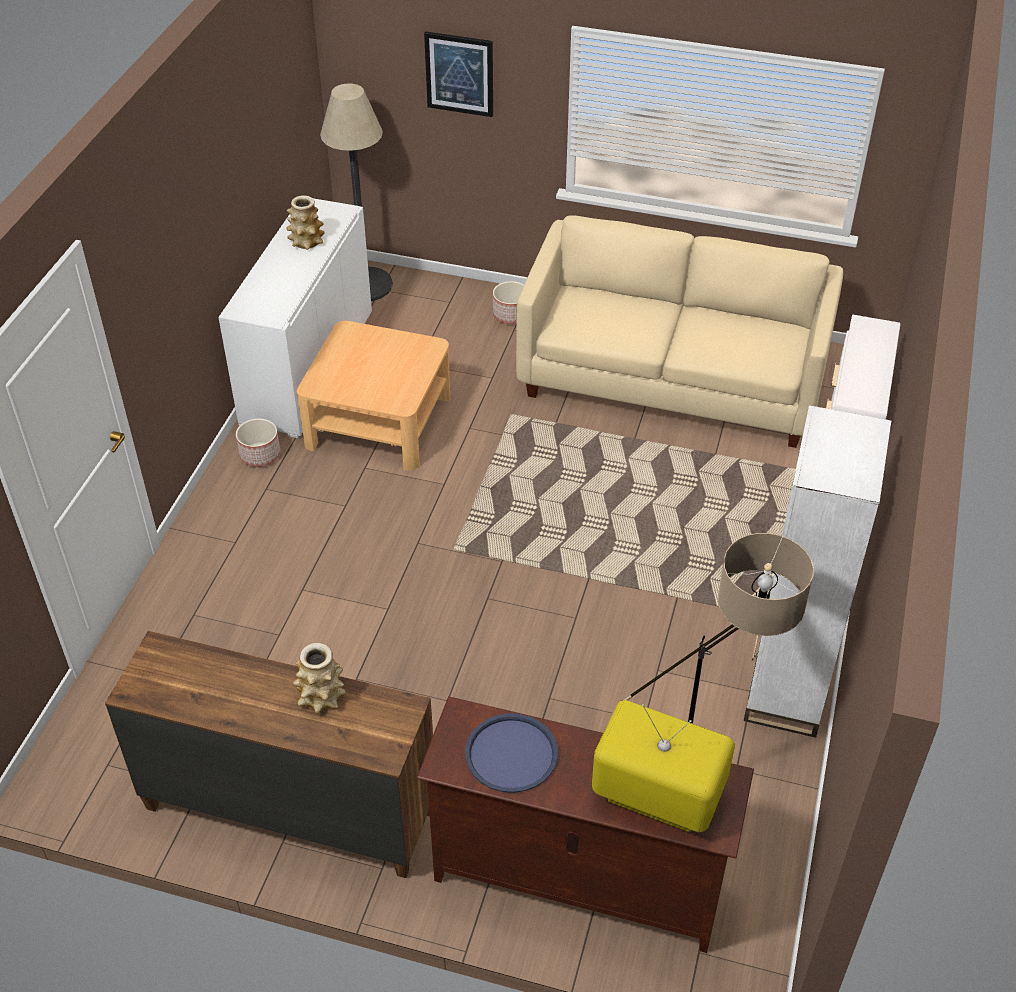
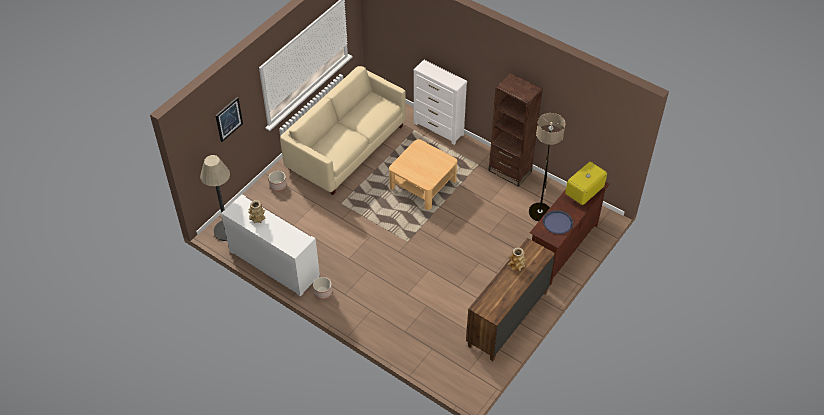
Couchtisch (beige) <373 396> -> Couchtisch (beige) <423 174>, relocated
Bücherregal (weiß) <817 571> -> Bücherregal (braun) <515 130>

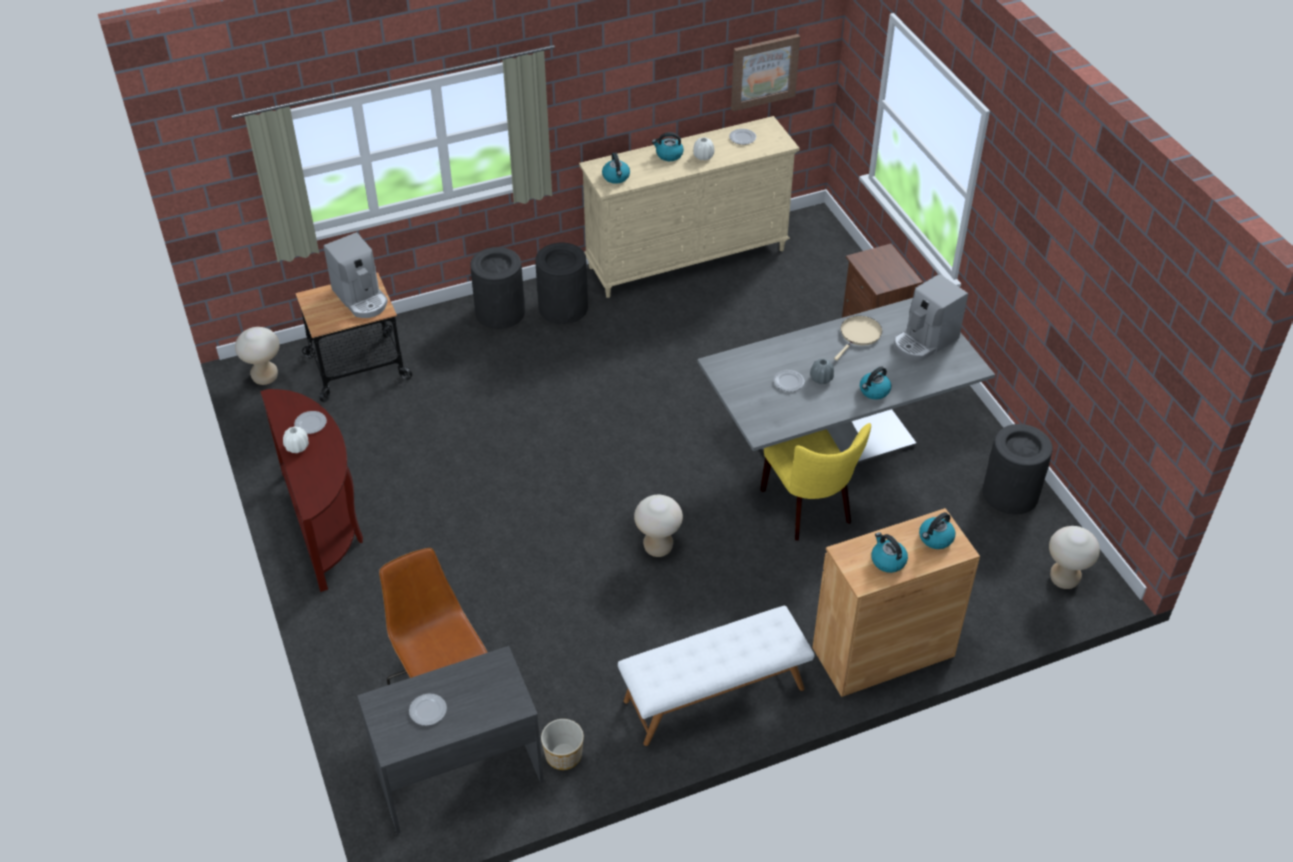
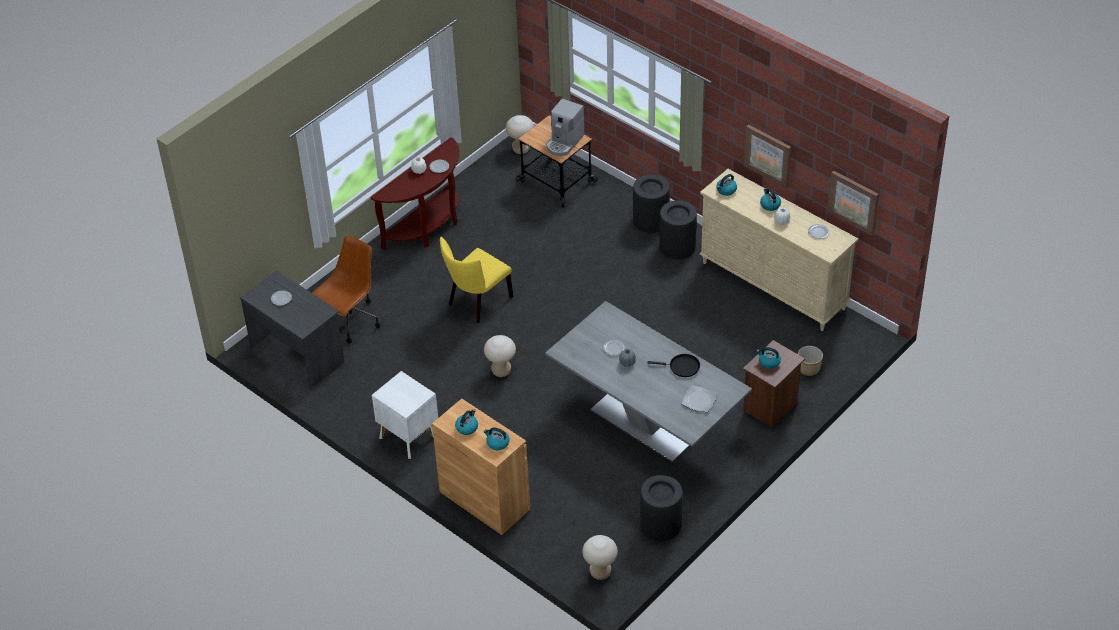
Bank (weiß) <716 676> -> Nachttisch (weiß) <405 415>
Stuhl (gelb) <815 482> -> Stuhl (gelb) <476 280>, relocated
Pfanne (beige) <858 338> -> Pfanne (schwarz) <674 365>
Kaffeemaschine <931 317> -> Teller <699 398>
none -> Bild <767 156>
Wasserkessel <875 383> -> Wasserkessel <768 358>, relocated
Pflanzkübel <562 744> -> Pflanzkübel <810 361>, relocated

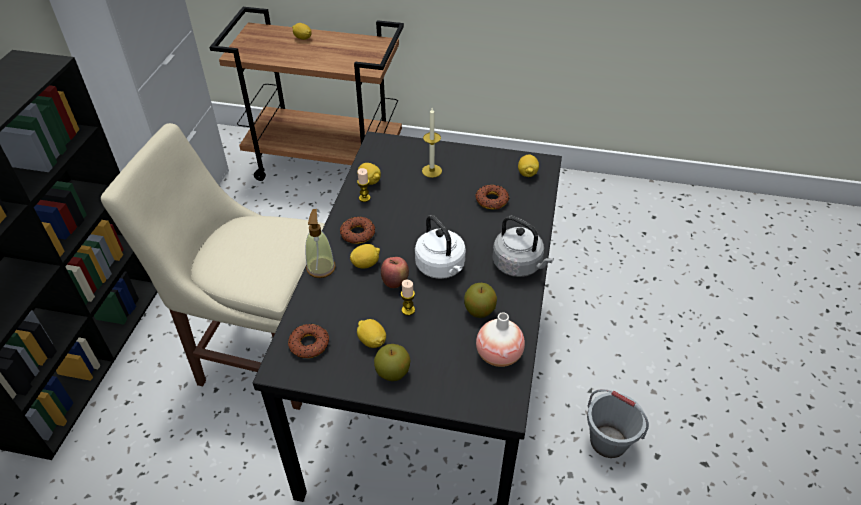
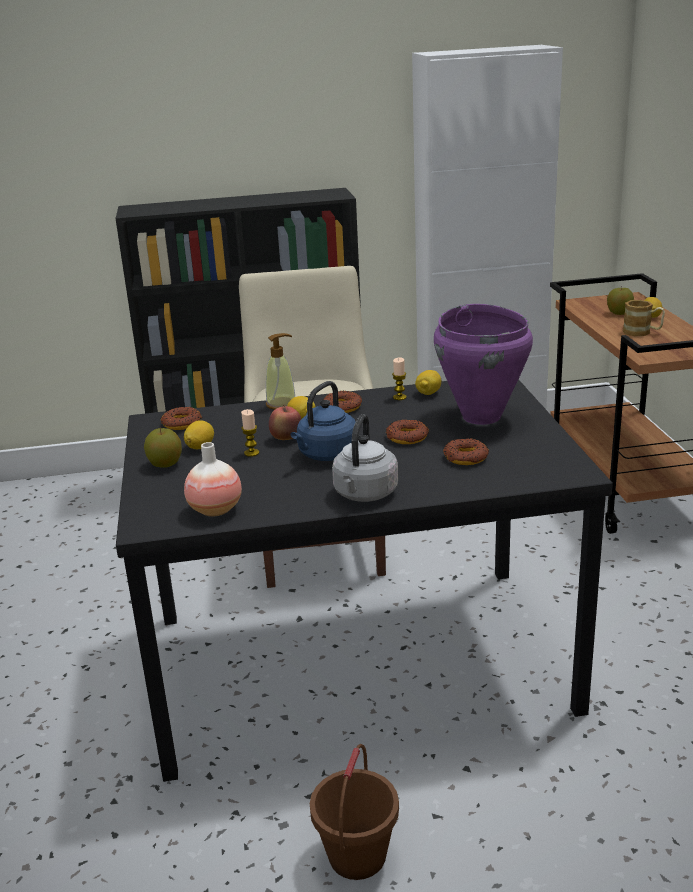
Wasserkessel (weiß) <440 247> -> Wasserkessel (blau) <323 421>
Eimer (grau) <618 423> -> Eimer (braun) <354 812>
none -> Donut <407 432>
Kerze <432 143> -> Kochtopf (lila) <483 364>
Apfel <480 300> -> Apfel <620 301>, relocated
none -> Henkelbecher <644 318>
Zitrone <528 166> -> none

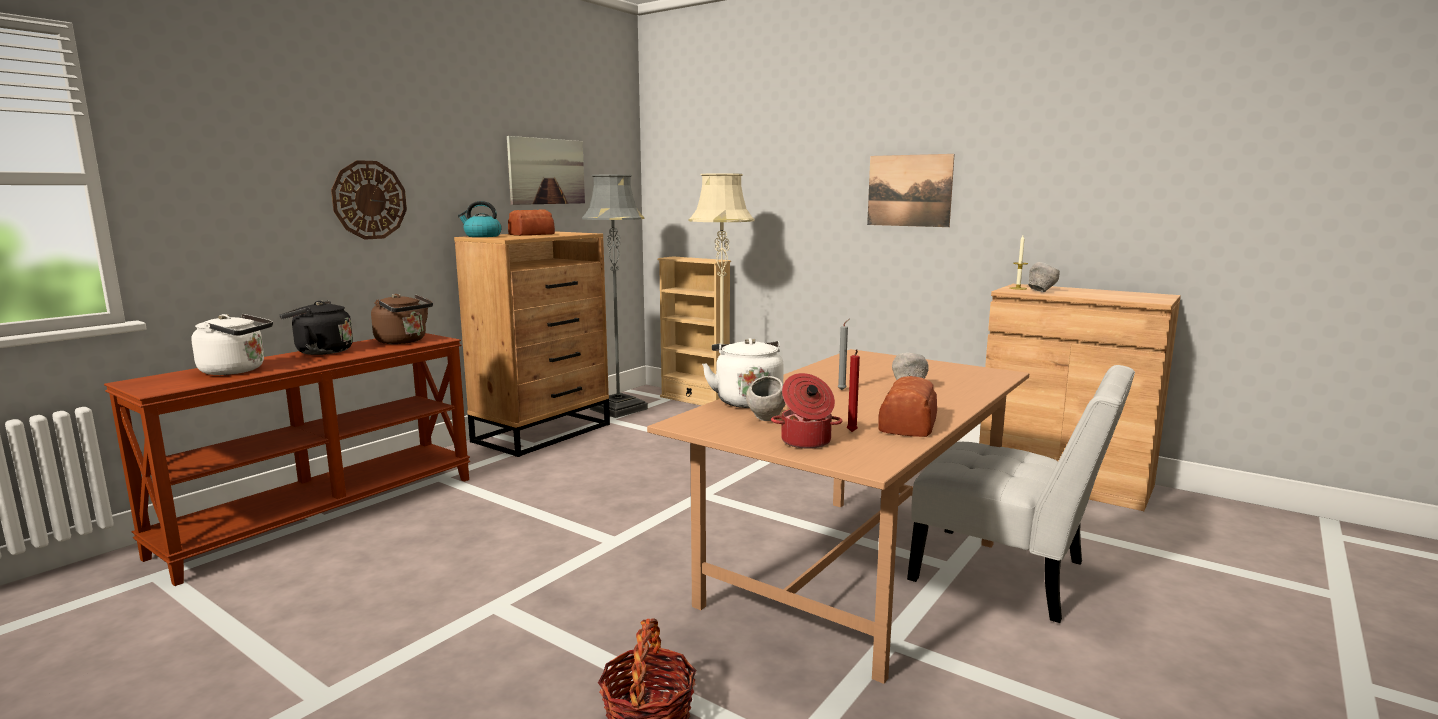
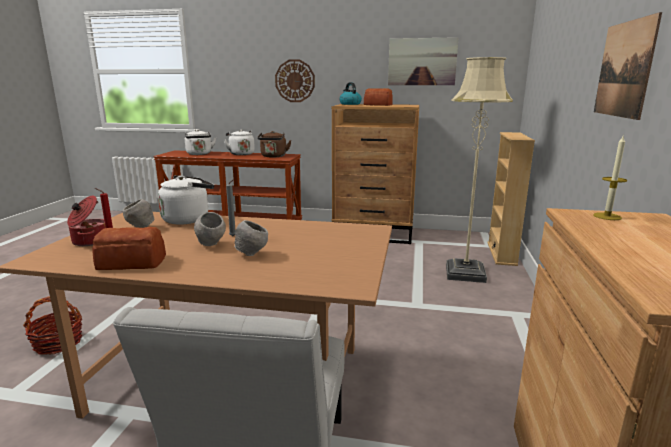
Schüssel (grau) <1044 277> -> Schüssel (grau) <210 229>, relocated
Wasserkessel (schwarz) <316 328> -> Wasserkessel (weiß) <239 142>
Stehlampe (grau) <615 296> -> none

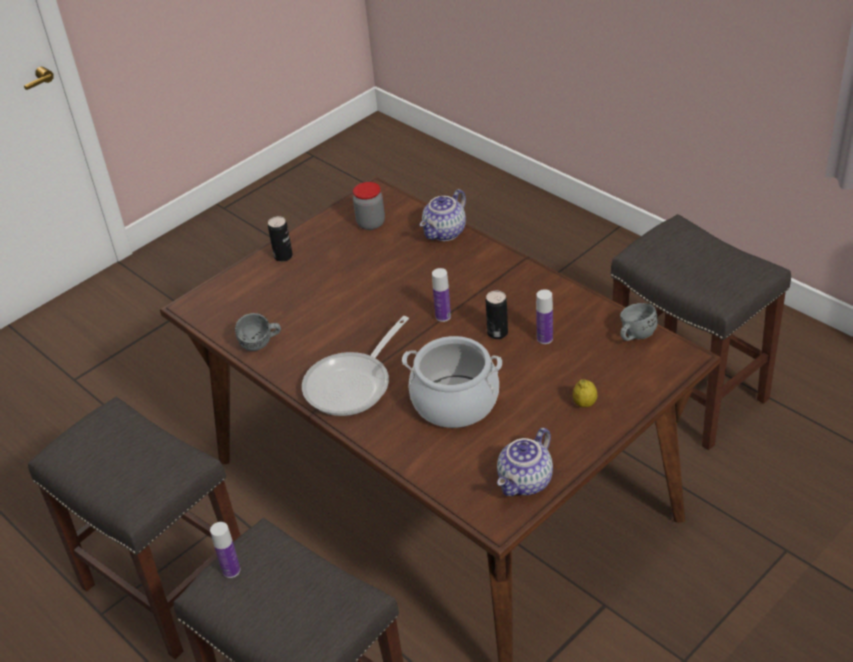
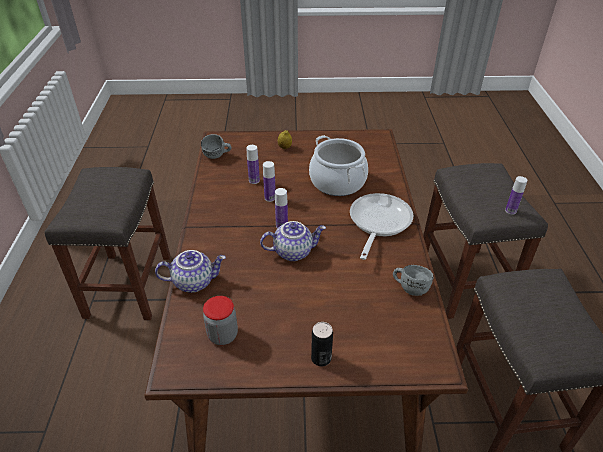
Teekanne <525 462> -> Teekanne <293 241>, relocated
Dose <497 314> -> Flasche <269 181>
Pfanne <355 366> -> Pfanne <381 226>, 60 degrees counterclockwise

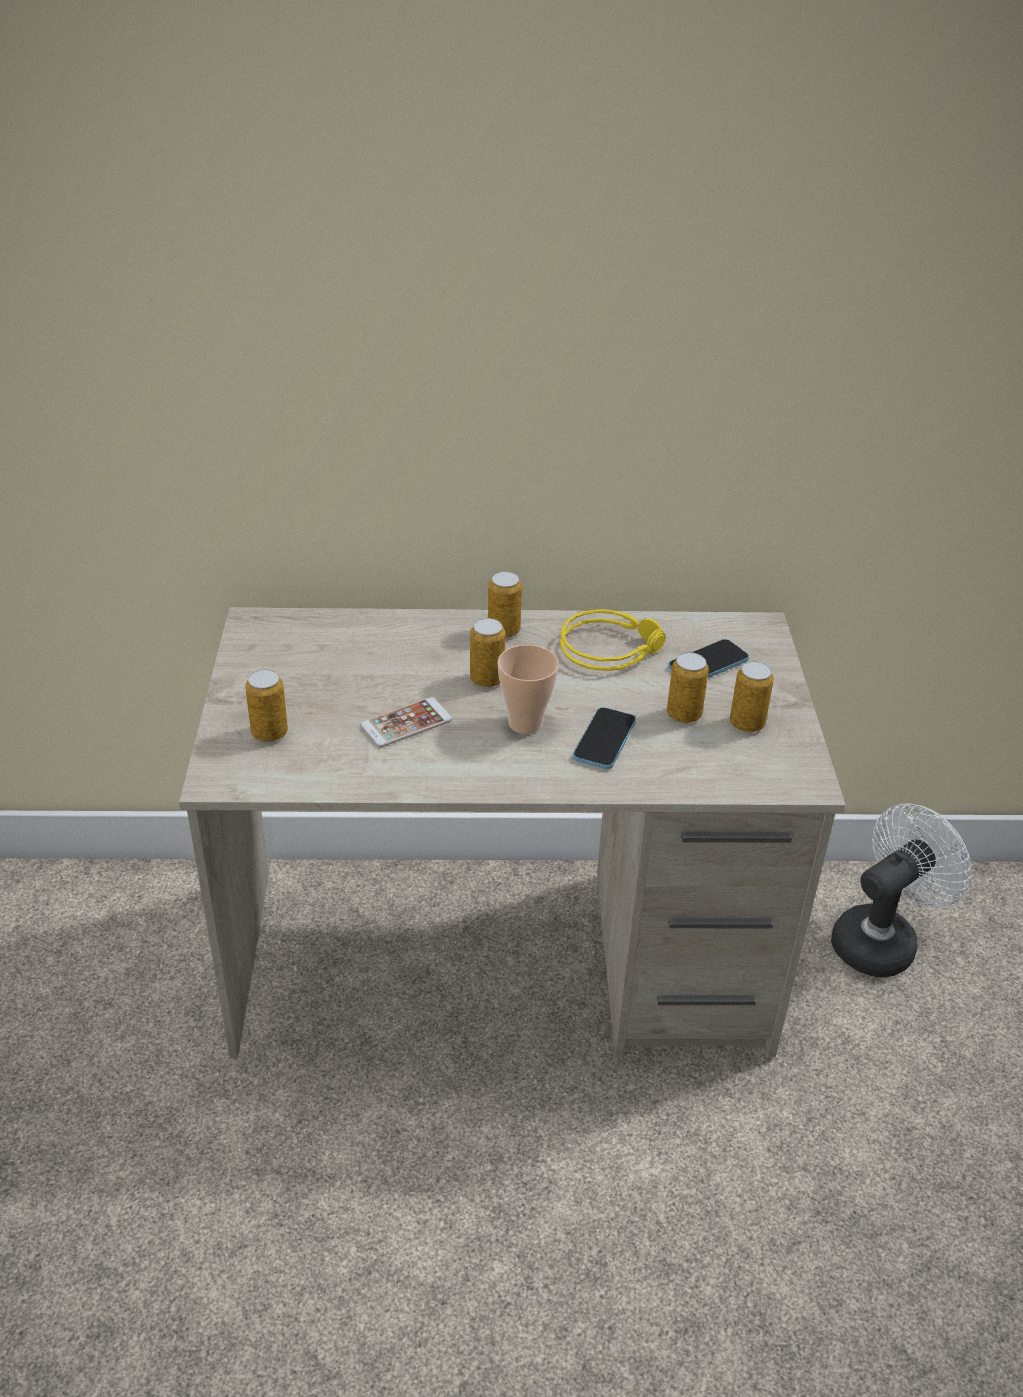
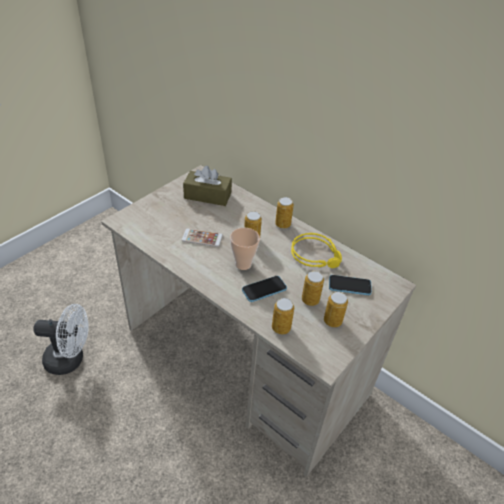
Ventilator (weiß) <901 890> -> Ventilator (weiß) <61 339>, relocated
none -> Taschentuchbox (braun) <207 186>
Dose <266 705> -> Dose <283 316>, relocated

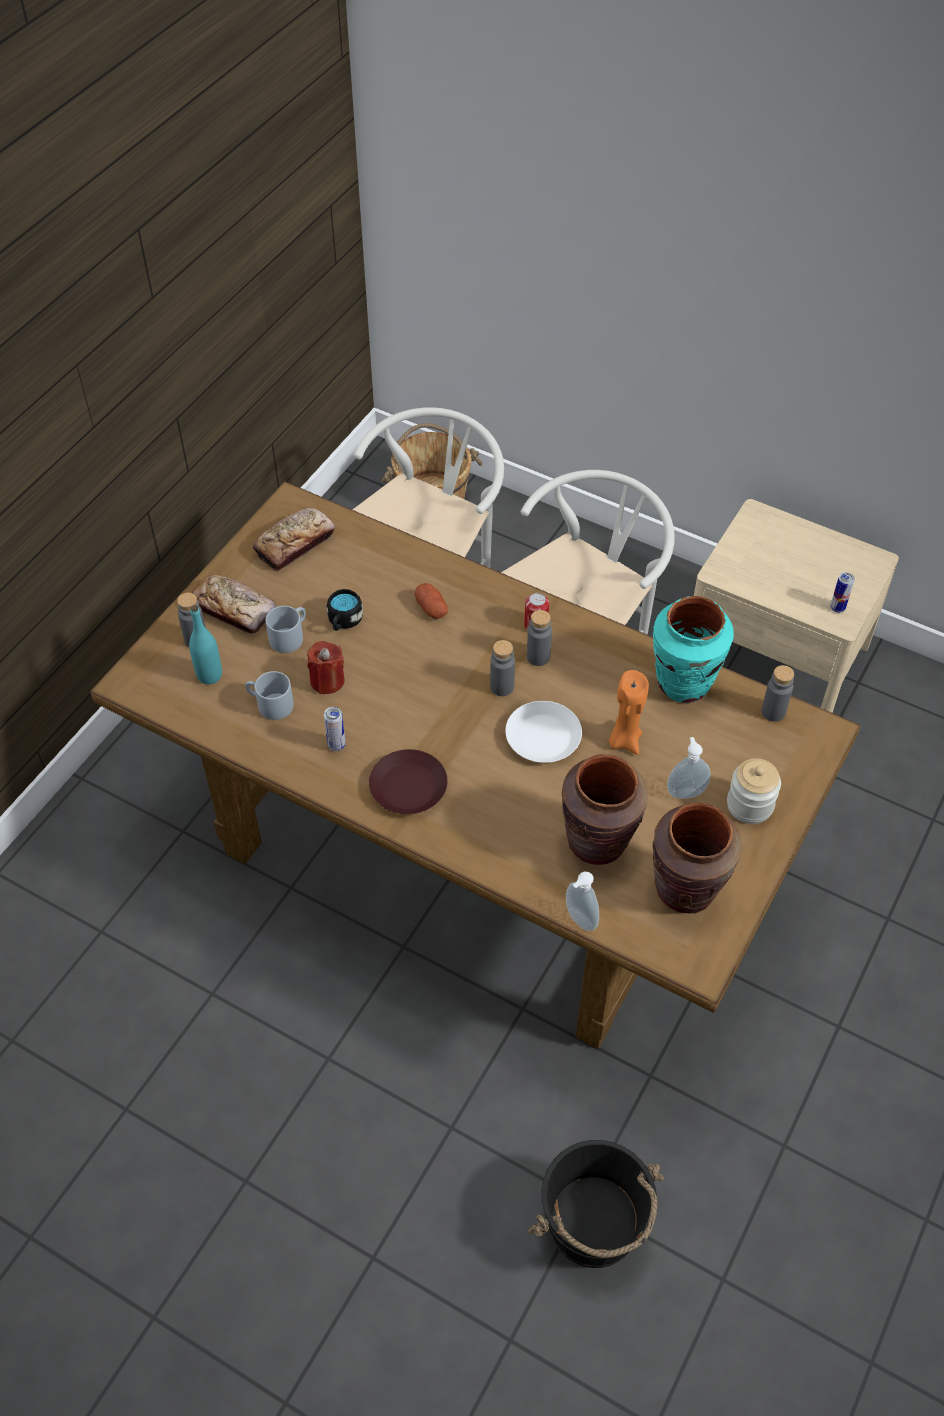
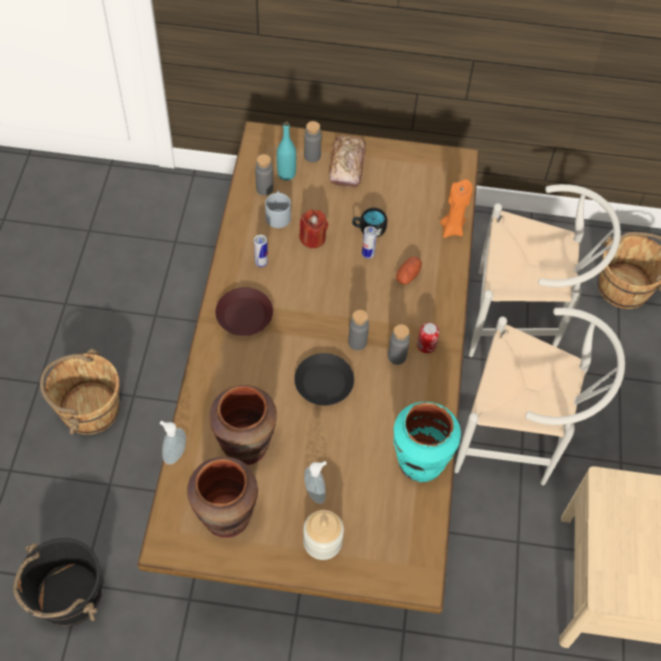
none -> Eimer (braun) <80 391>
Flasche (grau) <777 693> -> Flasche (grau) <264 175>, relocated
Teller (weiß) <543 732> -> Teller (schwarz) <324 379>
Dose <842 592> -> Dose <369 242>, relocated
Kerze (orange) <629 712> -> Kerze (orange) <456 208>, relocated
Brot <294 540> -> none
Henkelbecher (grau) <285 629> -> none

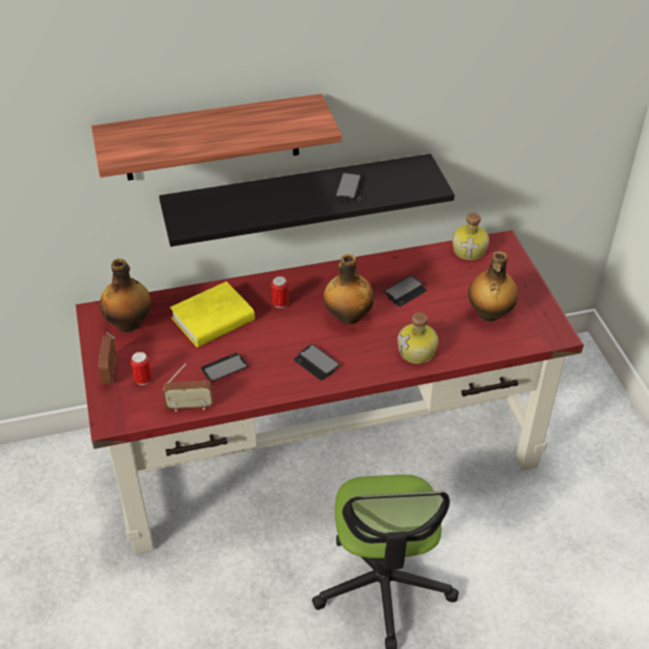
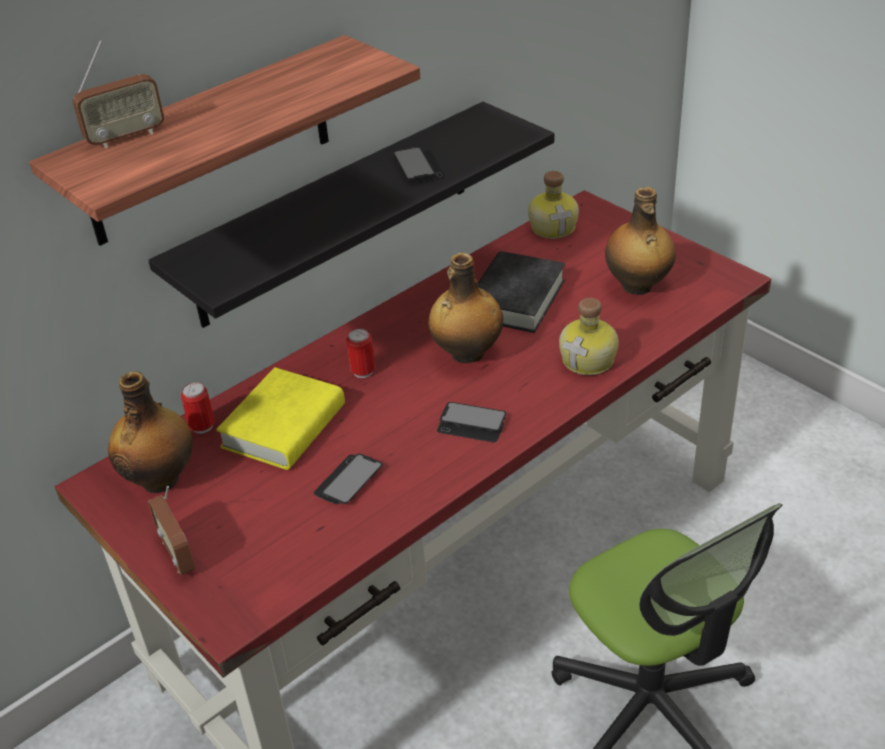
Radio <188 387> -> Radio <118 94>, relocated
Dose <141 368> -> Dose <198 408>, relocated
Handy <405 291> -> Buch (schwarz) <521 292>

